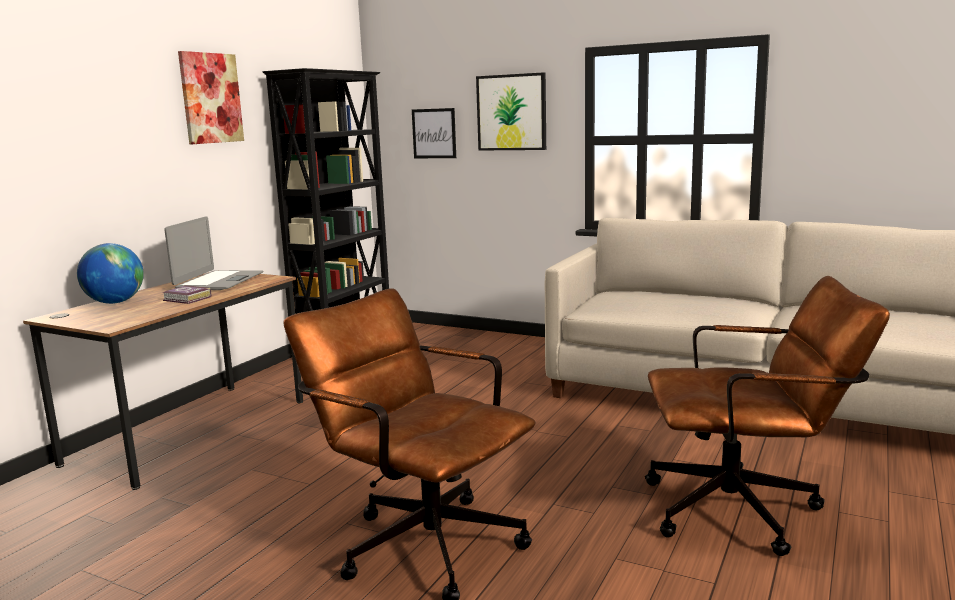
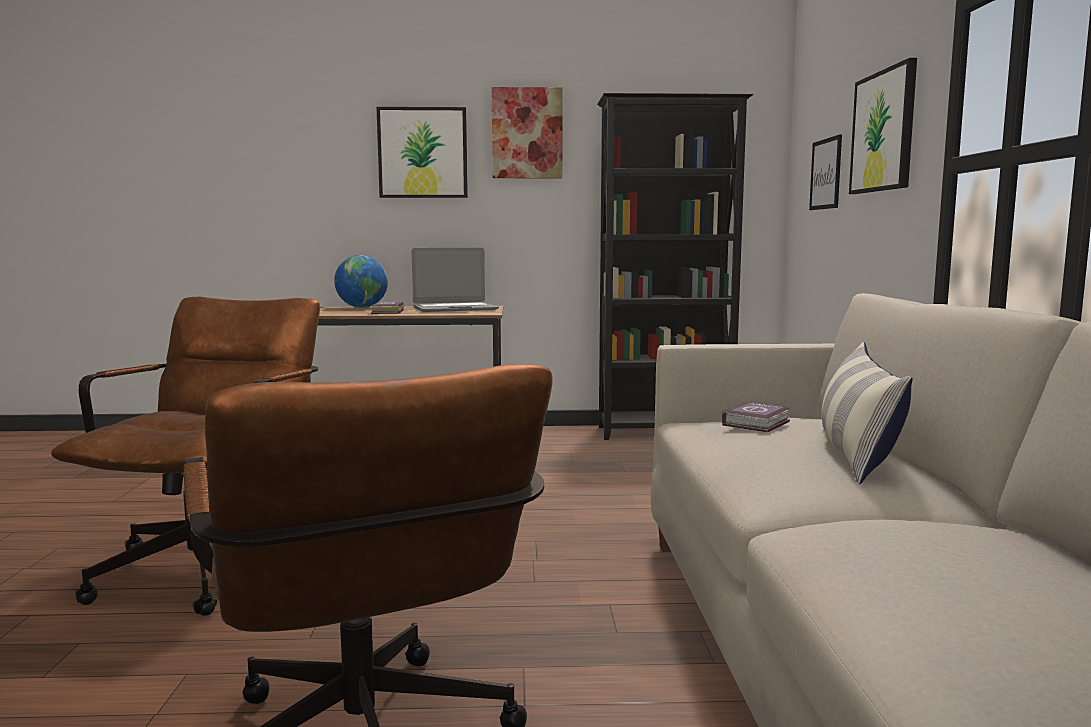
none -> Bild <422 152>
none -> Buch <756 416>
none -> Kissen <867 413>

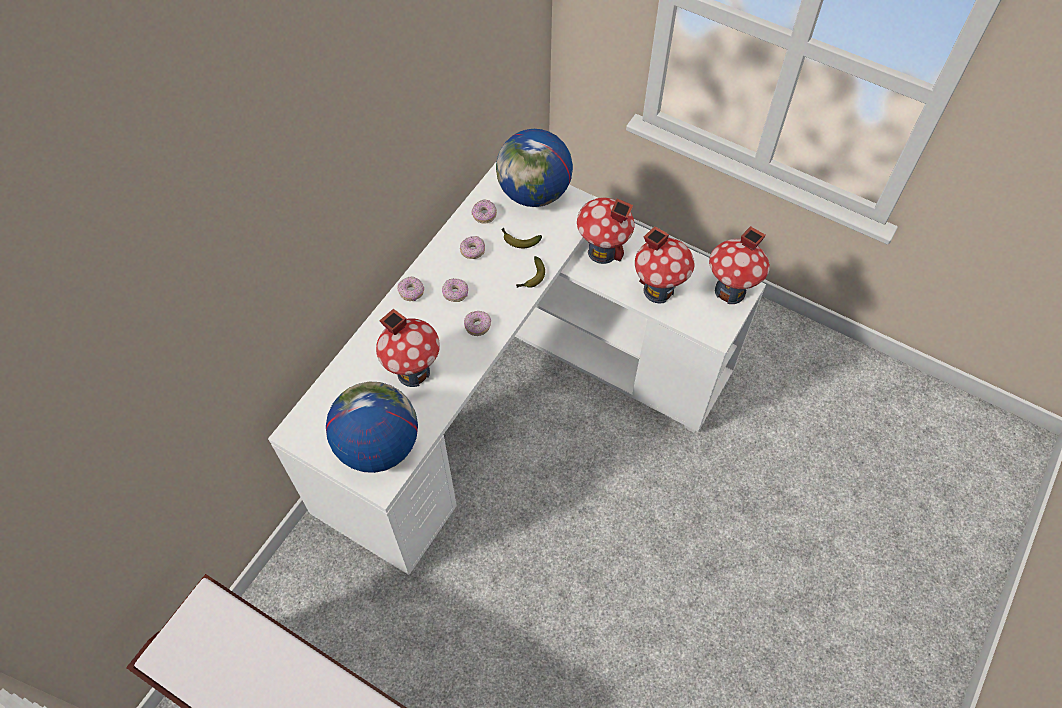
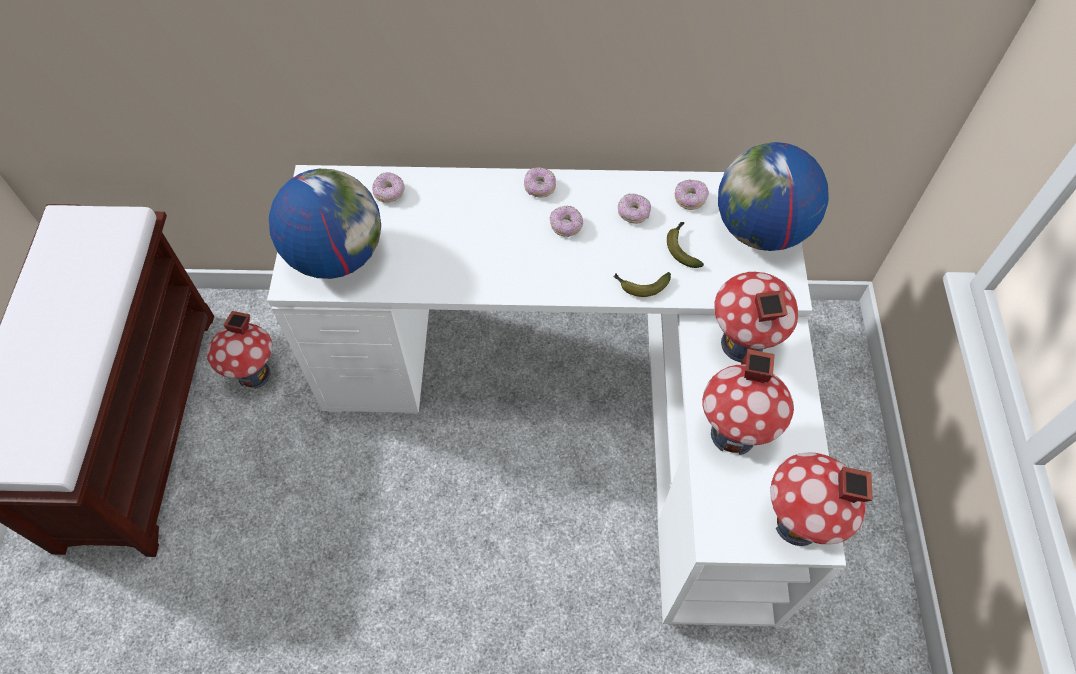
Spielzeughaus <408 348> -> Spielzeughaus <239 350>, relocated
Donut <477 323> -> Donut <388 187>, relocated

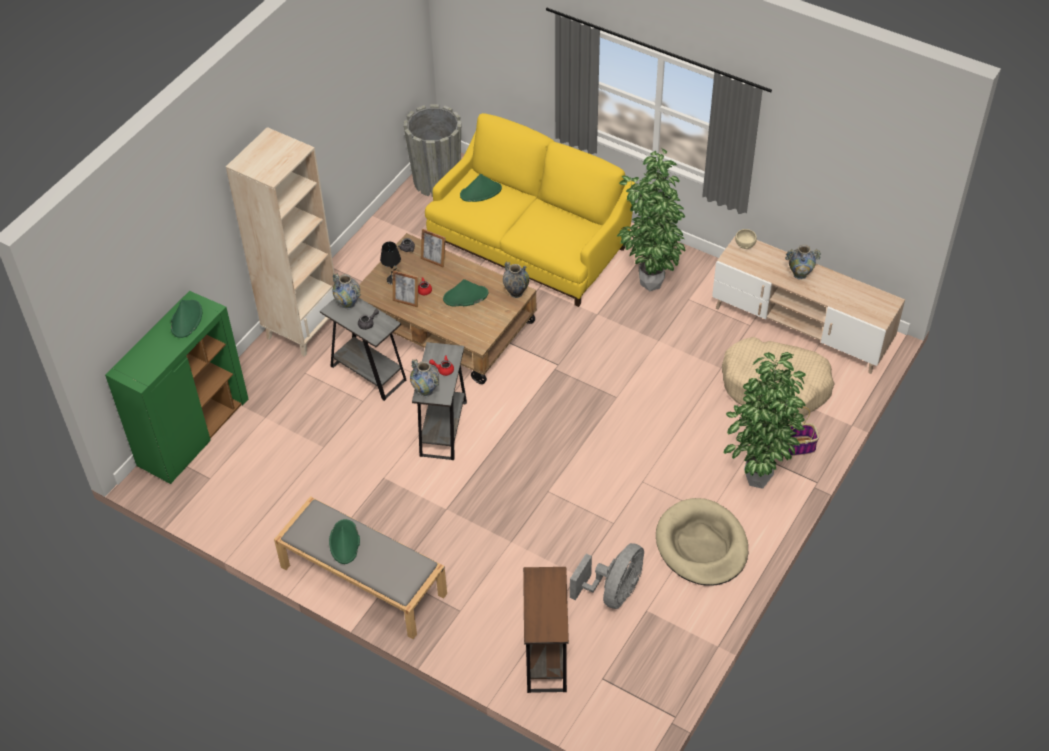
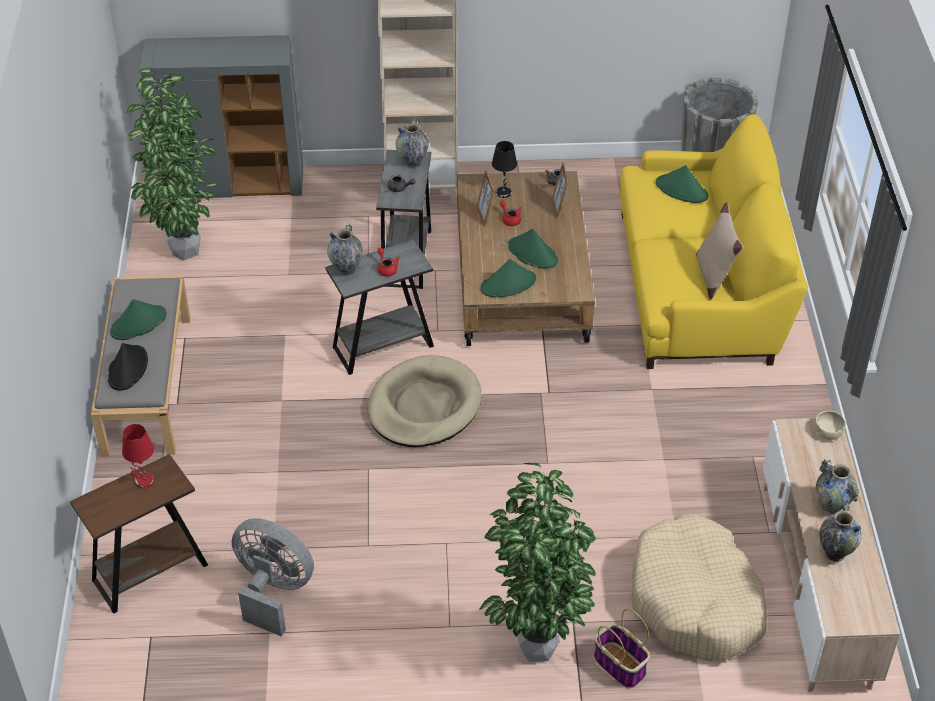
none -> Hut (schwarz) <128 367>
none -> Tischlampe (rot) <138 456>
Topfpflanze <651 219> -> Topfpflanze <172 164>, relocated
Schrank (grün) <176 387> -> Schrank (grau) <221 116>
Ventilator (grau) <607 576> -> Ventilator (grau) <273 577>, 150 degrees counterclockwise
Hundebett (beige) <702 542> -> Hundebett (beige) <424 401>, relocated
Hut (grün) <186 319> -> Hut (grün) <508 278>, relocated
none -> Kissen (beige) <719 250>
Vase <516 280> -> Vase <840 533>, relocated

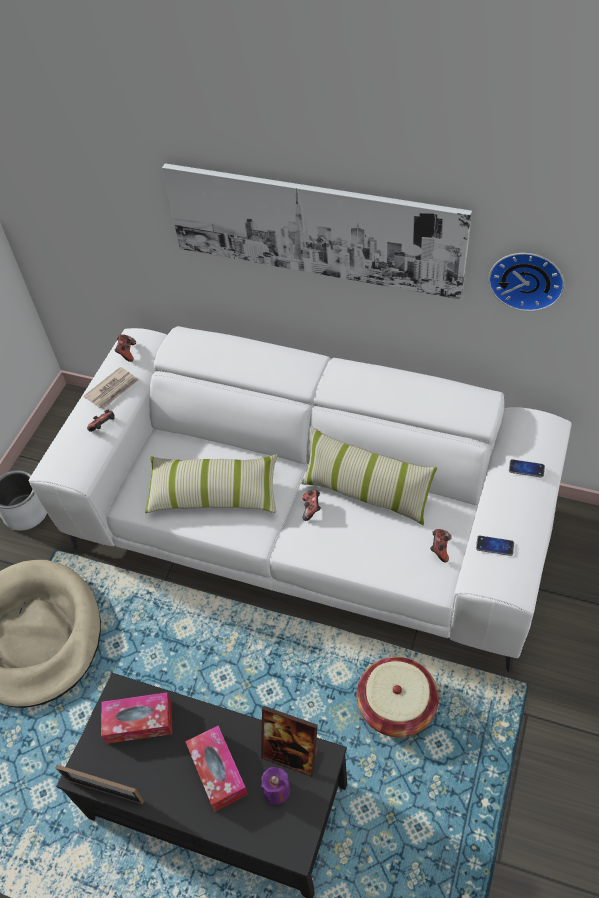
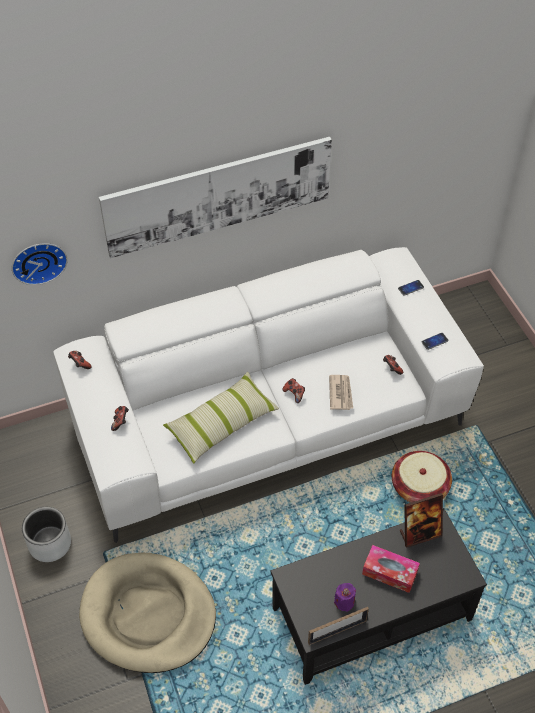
Wanduhr <526 282> -> Wanduhr <40 264>, relocated
Zeitung <111 388> -> Zeitung <341 392>, relocated
Kerze (lila) <275 785> -> Kerze (lila) <345 597>, relocated
Taschentuchbox <136 718> -> none
Kissen <369 476> -> none

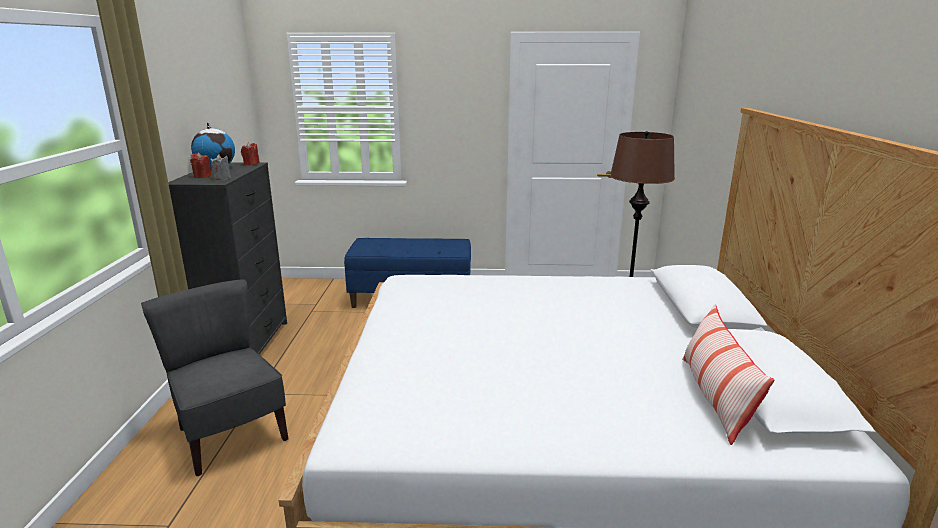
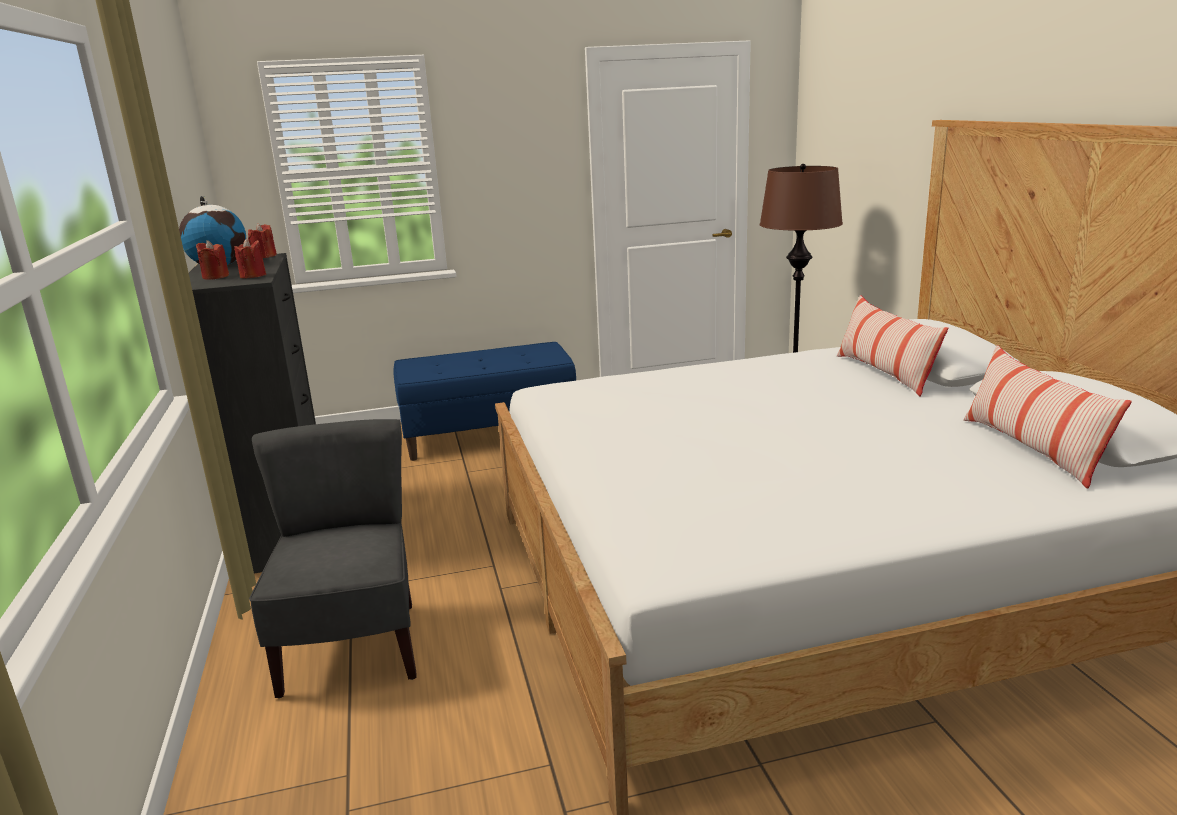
Kerze (grau) <220 167> -> Kerze (rot) <250 259>
Stuhl (grau) <214 377> -> Stuhl (grau) <333 558>, 45 degrees clockwise
none -> Kissen <892 346>

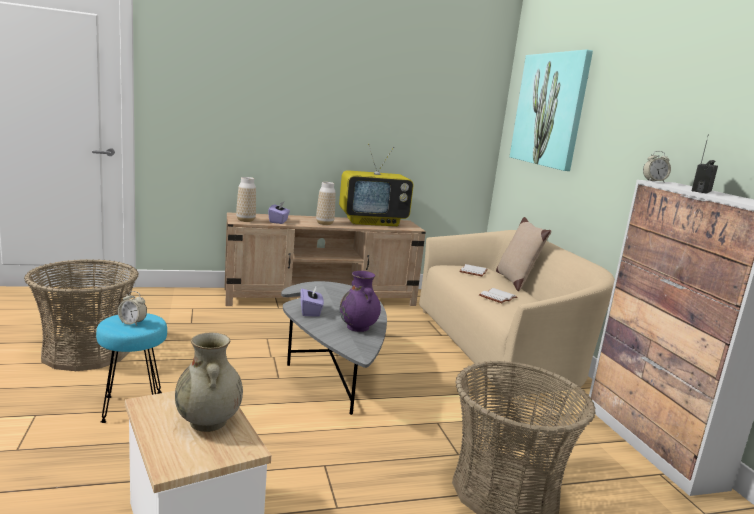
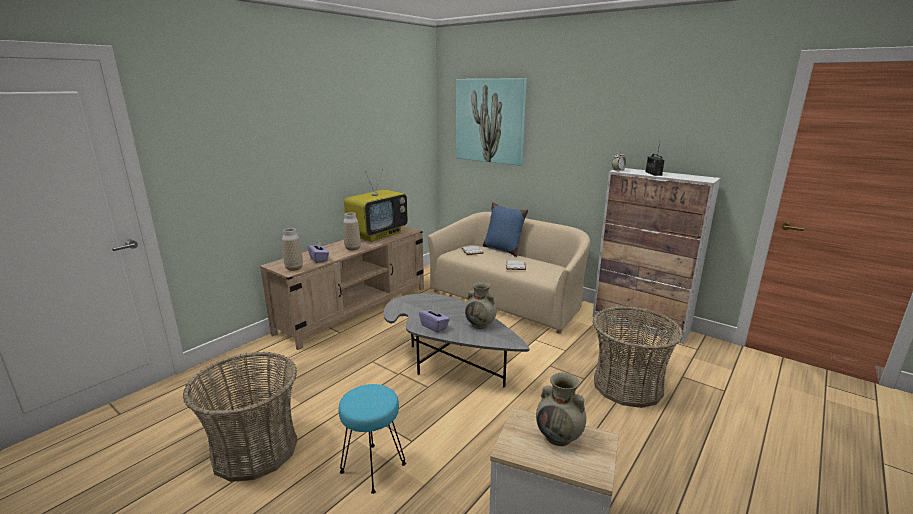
Vase (lila) <360 301> -> Vase (beige) <481 305>
Kissen (beige) <523 254> -> Kissen (blau) <505 230>
Wecker <132 308> -> none

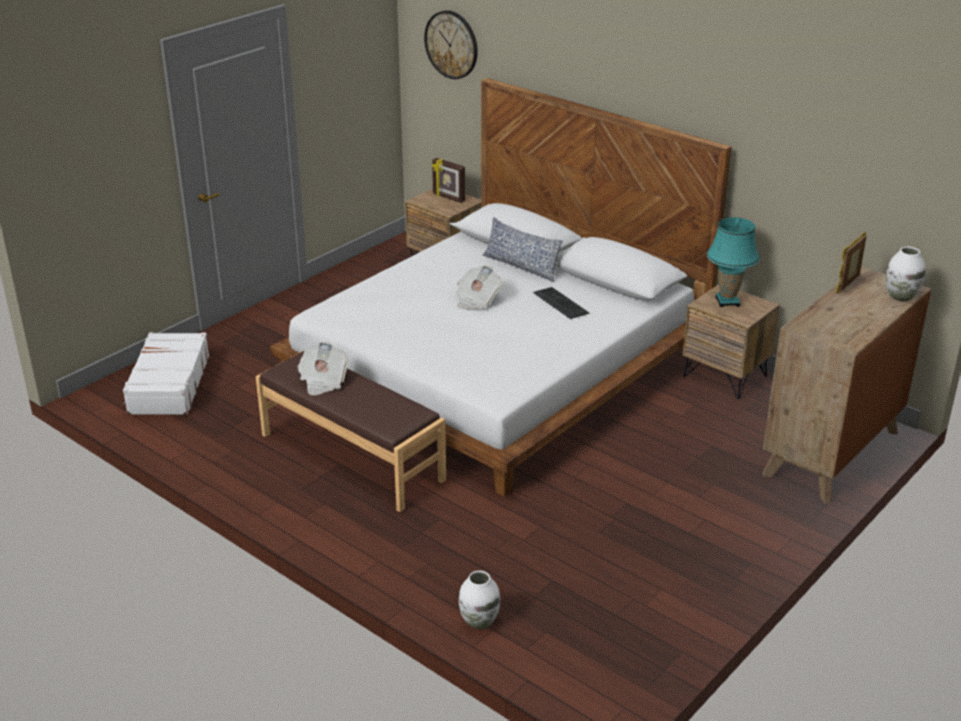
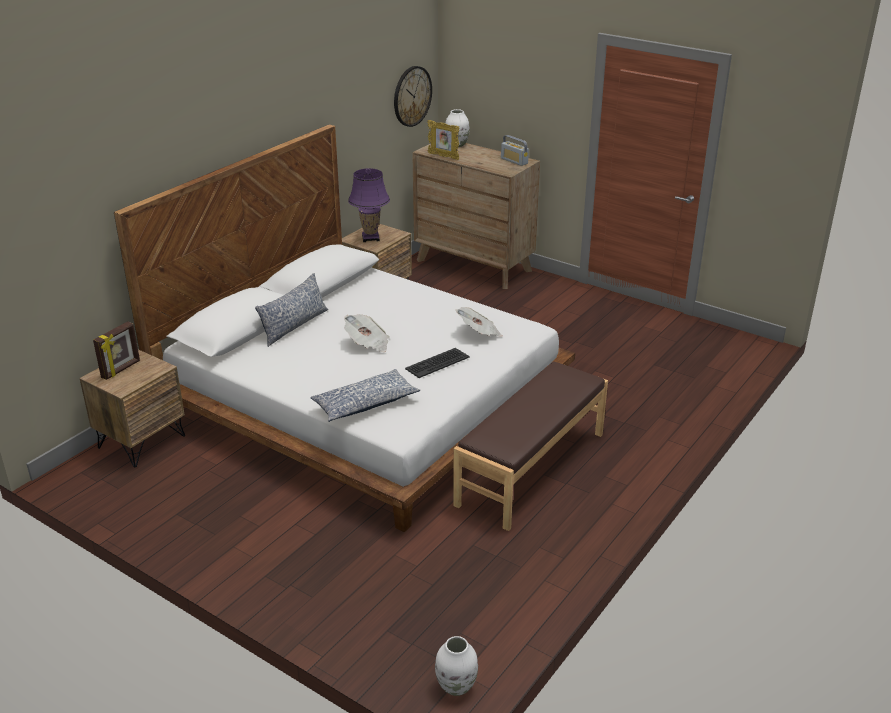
none -> Kissen <365 395>
Tischlampe (türkis) <733 262> -> Tischlampe (lila) <369 205>
Wanduhr <451 44> -> Wanduhr <413 96>, relocated
Tastatur <561 303> -> Tastatur <437 363>, relocated
Vase (weiß) <479 600> -> Vase (weiß) <456 666>, relocated
Zeitung <323 368> -> Zeitung <479 322>, relocated
none -> Radio <515 150>
Koffer (weiß) <166 373> -> none

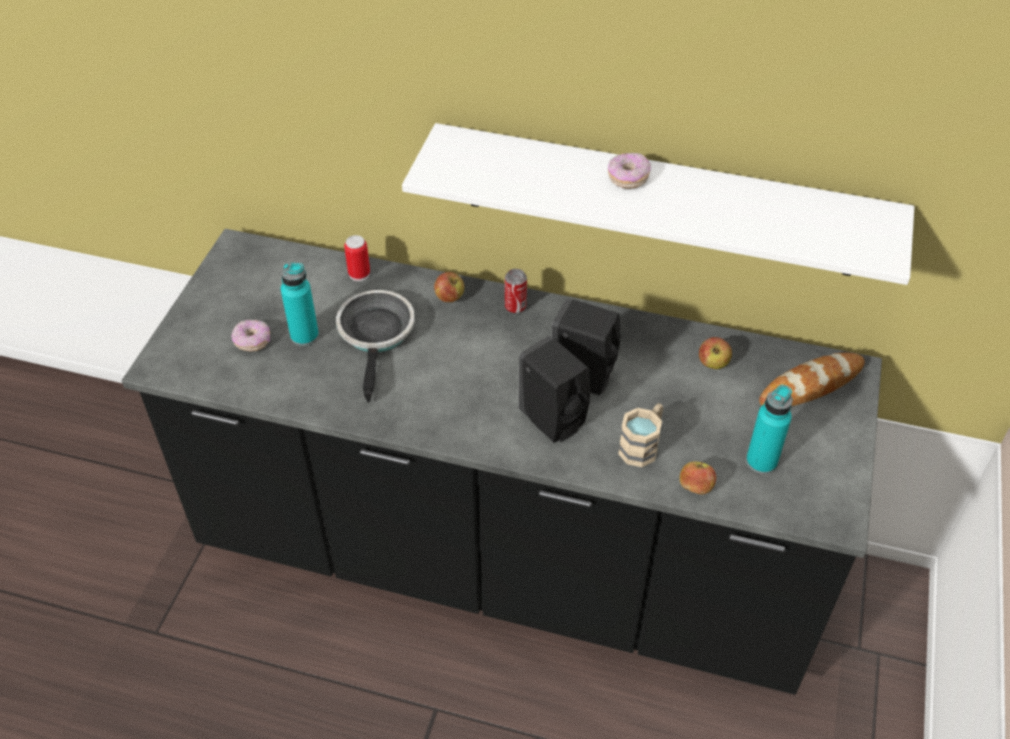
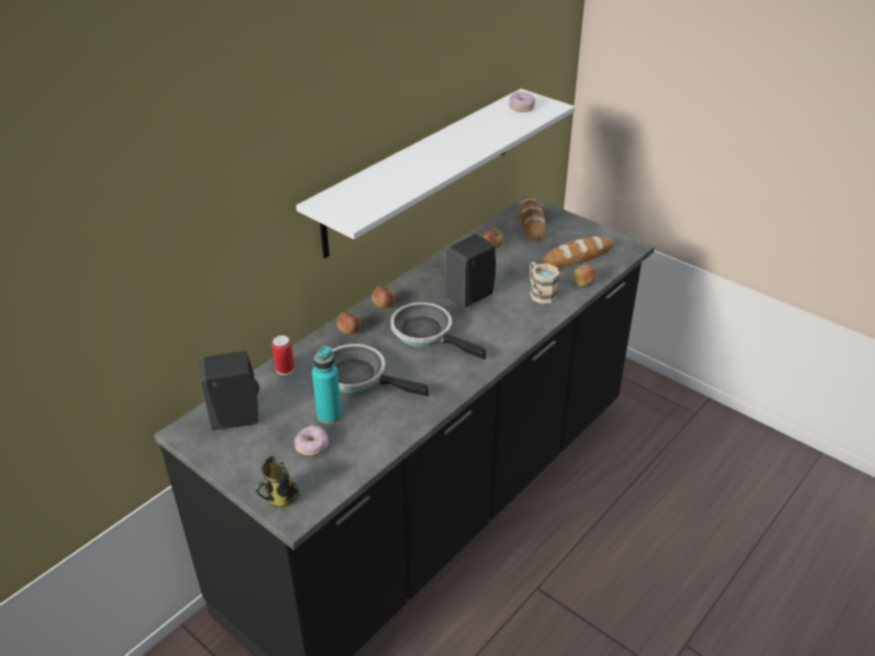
Seifenspender (schwarz) <554 389> -> Seifenspender (schwarz) <229 390>, relocated
none -> Henkelbecher <277 481>
Dose <516 291> -> Apfel <383 297>
none -> Pfanne <438 331>
Donut <629 171> -> Donut <522 102>, relocated
Flasche (türkis) <769 429> -> Brot <577 251>

